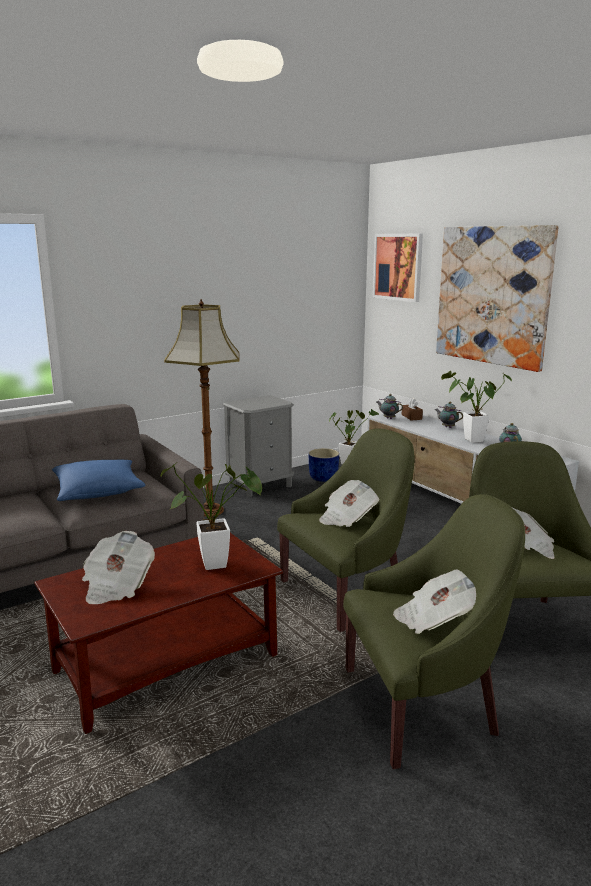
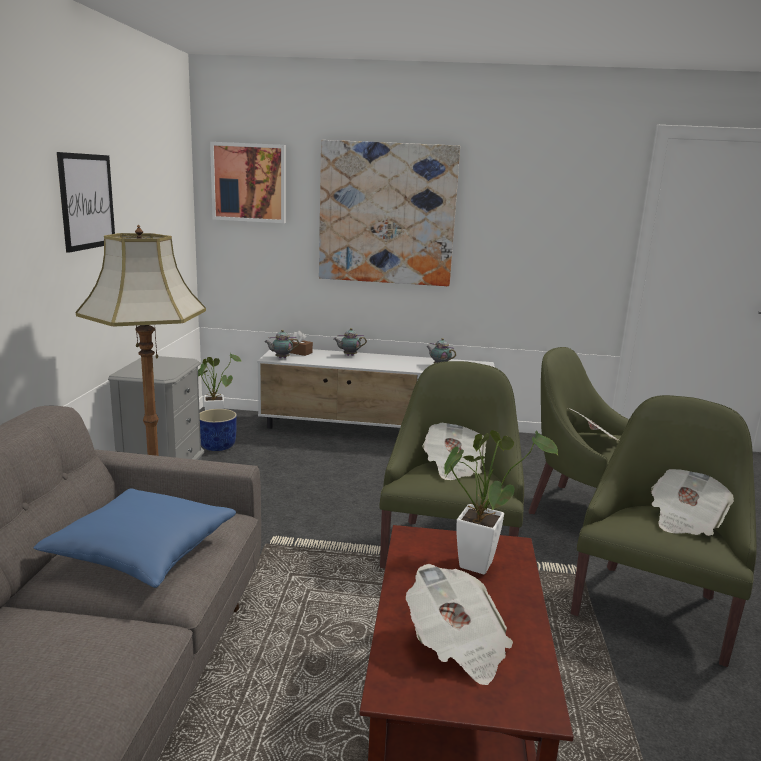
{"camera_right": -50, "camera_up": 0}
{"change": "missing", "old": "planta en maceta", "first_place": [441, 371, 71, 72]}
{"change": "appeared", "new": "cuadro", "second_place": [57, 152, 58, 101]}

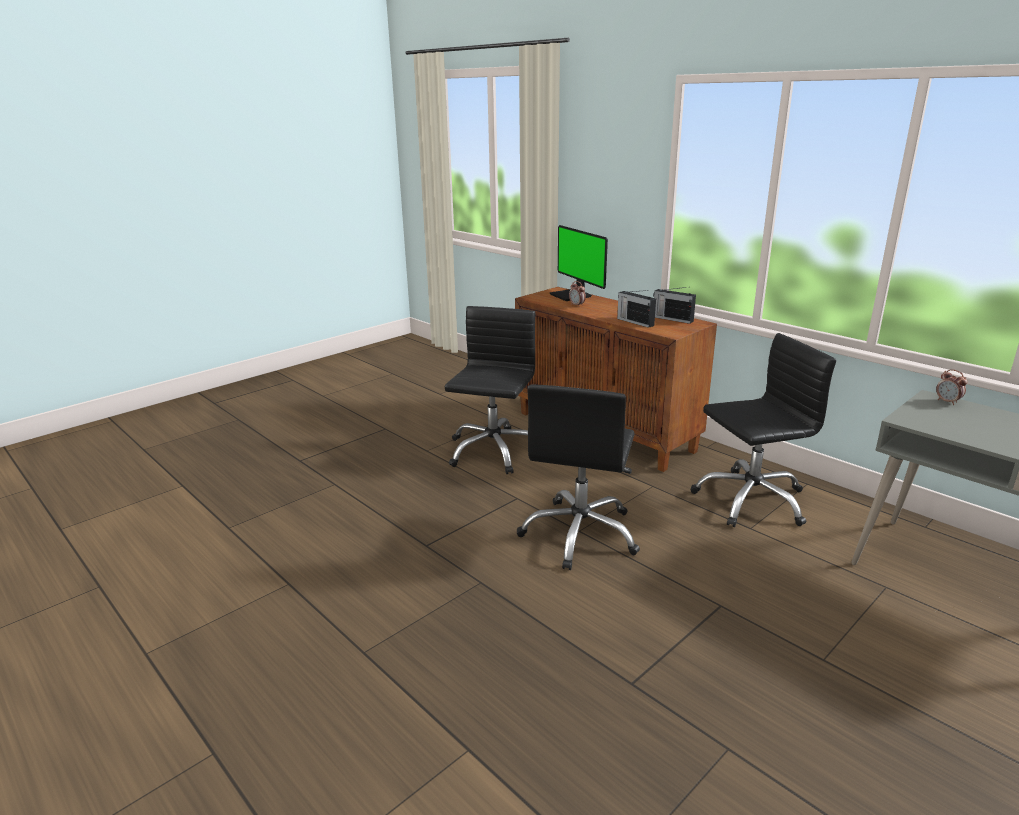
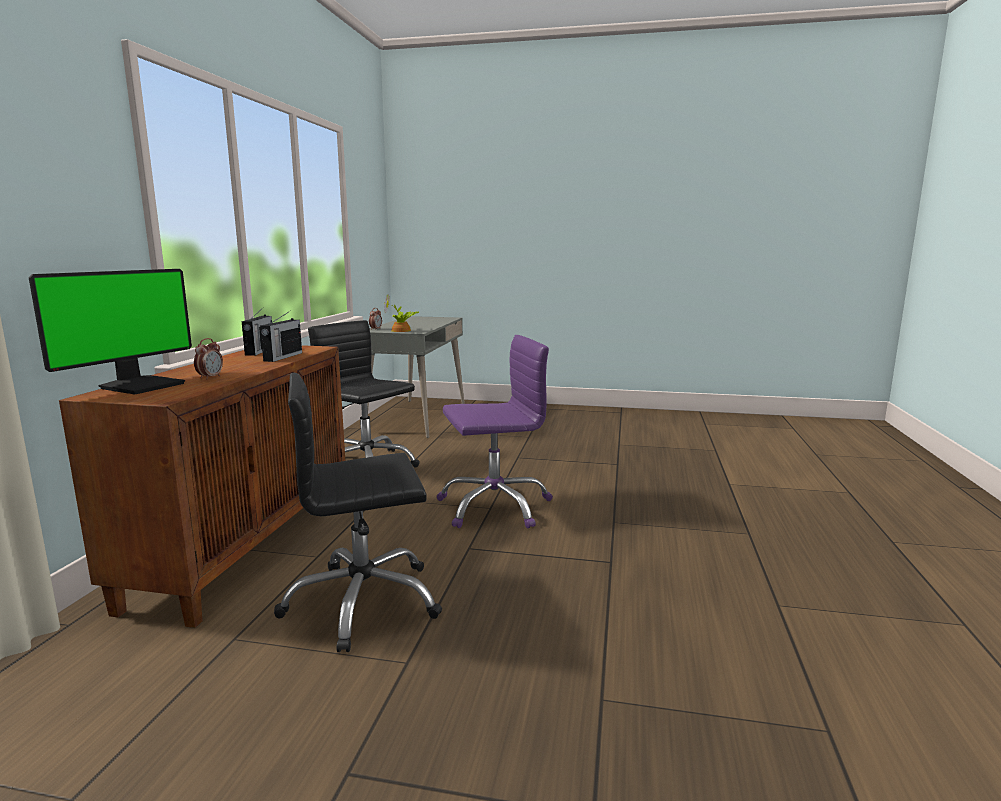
{"camera_right": -125, "camera_up": -10}
{"change": "appeared", "new": "planta en maceta", "second_place": [384, 296, 35, 36]}
{"change": "colour", "old": "silla de oficina/negro", "new": "silla de oficina/morado", "first_place": [517, 384, 123, 186], "second_place": [436, 335, 117, 193]}

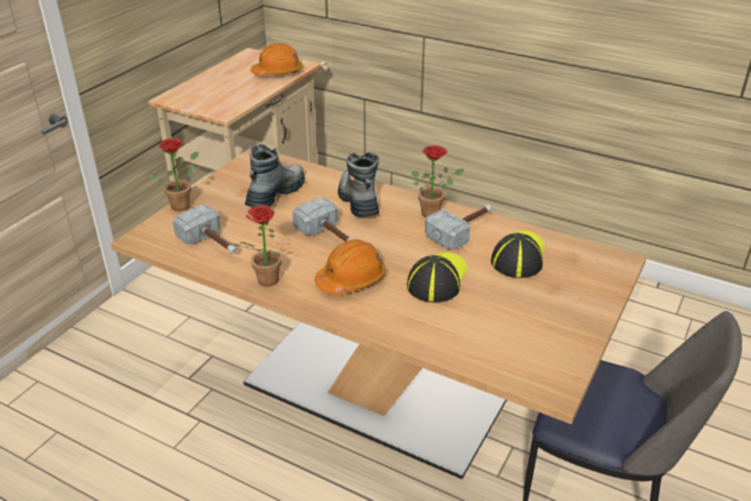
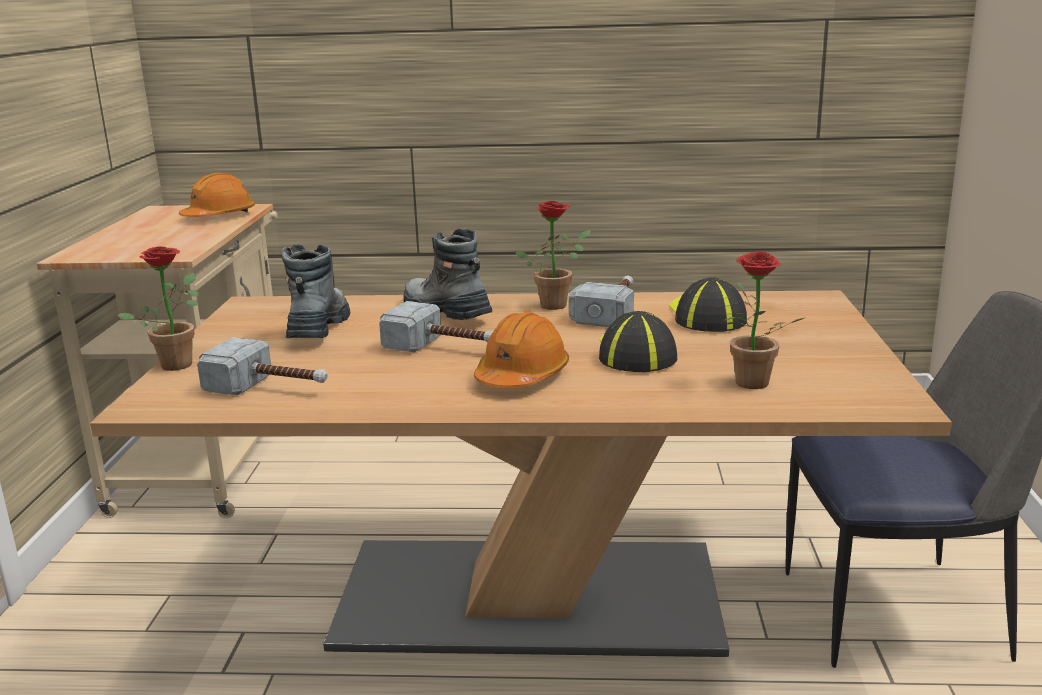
{"camera_right": -25, "camera_up": -15}
{"change": "relocated", "old": "planta en maceta", "first_place": [229, 205, 64, 82], "second_place": [723, 251, 81, 138]}

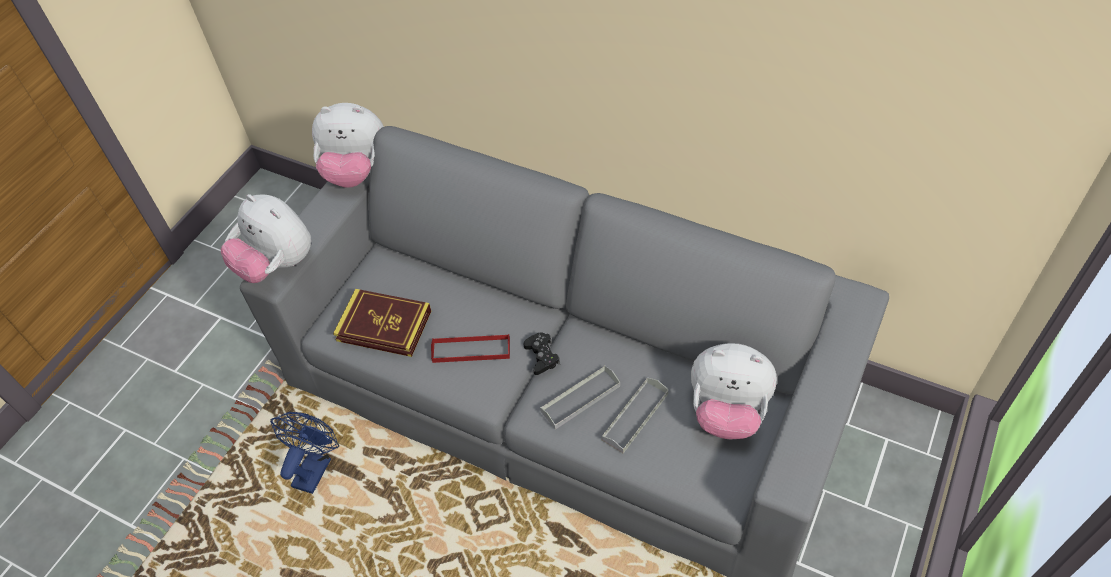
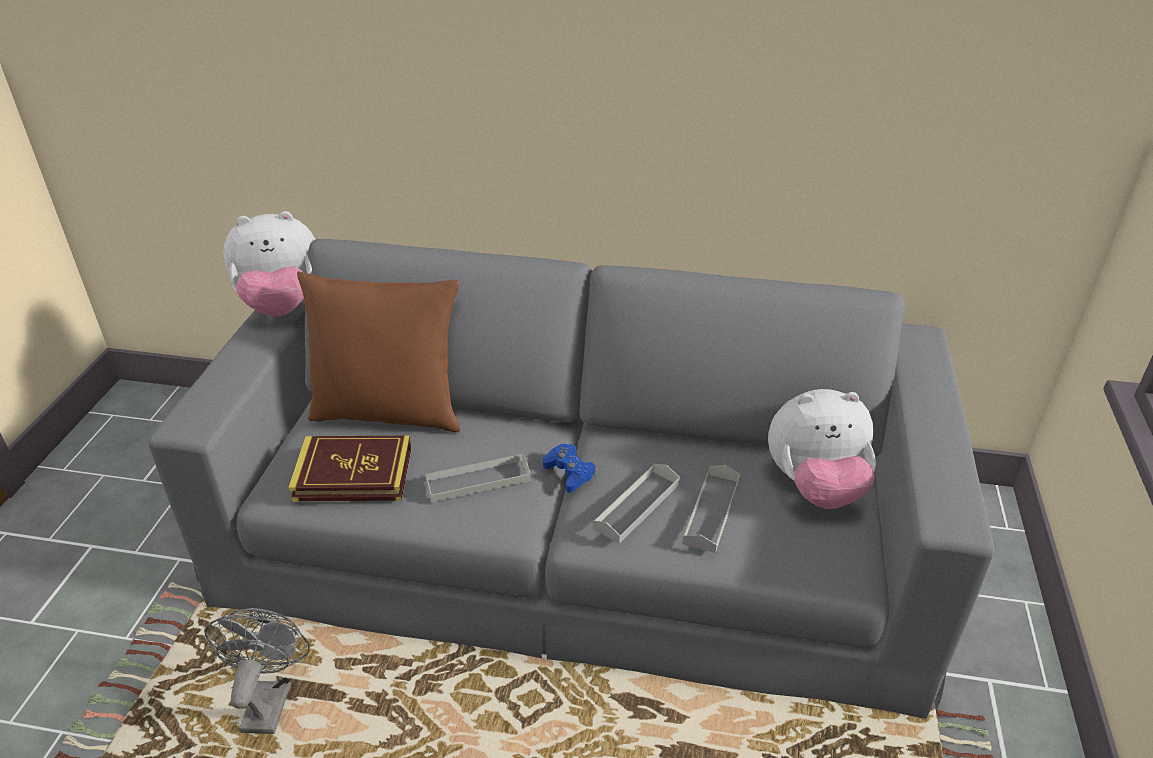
{"camera_right": -20, "camera_up": -15}
{"change": "missing", "old": "peluche", "first_place": [221, 194, 90, 89]}
{"change": "appeared", "new": "cojín/marrón", "second_place": [297, 271, 163, 161]}
{"change": "colour", "old": "ventilador/azul", "new": "ventilador/gris", "first_place": [270, 412, 69, 82], "second_place": [205, 608, 105, 126]}
{"change": "colour", "old": "bandeja/rojo", "new": "bandeja/gris", "first_place": [431, 334, 79, 29], "second_place": [425, 453, 106, 49]}
{"change": "colour", "old": "mando de consola/negro", "new": "mando de consola/azul", "first_place": [524, 332, 36, 43], "second_place": [543, 444, 53, 49]}

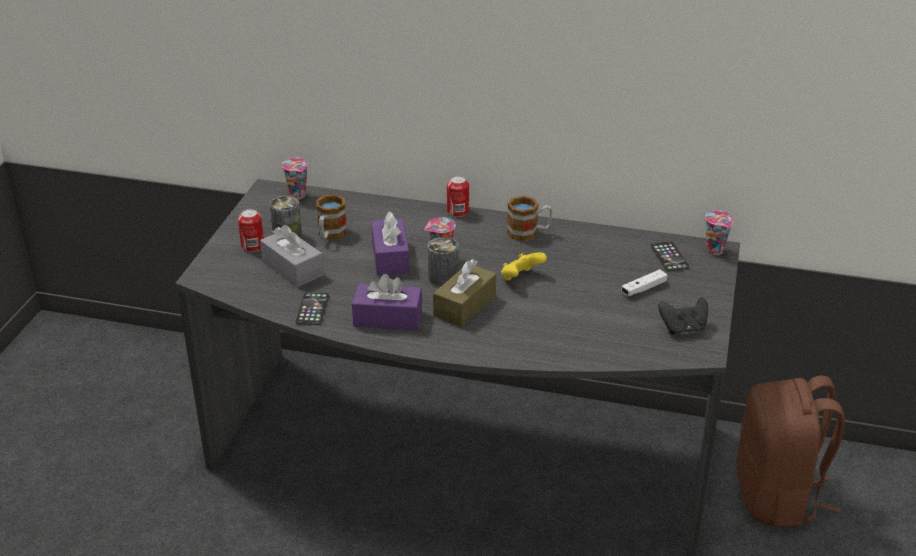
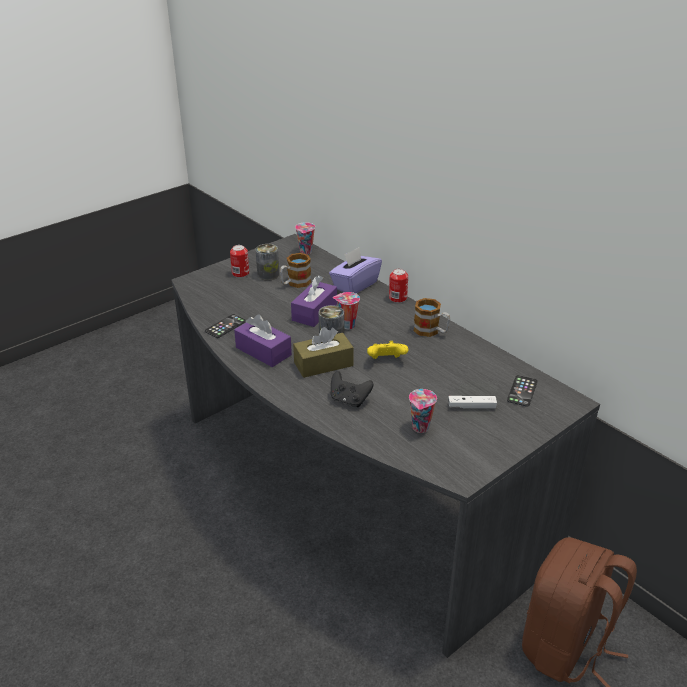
{"camera_right": 35, "camera_up": 0}
{"change": "missing", "old": "caja de pañuelos/gris", "first_place": [260, 225, 64, 63]}
{"change": "appeared", "new": "caja de pañuelos/morado", "second_place": [329, 247, 53, 47]}
{"change": "relocated", "old": "mando de consola/negro", "first_place": [658, 297, 50, 37], "second_place": [331, 371, 42, 36]}
{"change": "relocated", "old": "taza", "first_place": [706, 210, 28, 45], "second_place": [409, 389, 28, 44]}

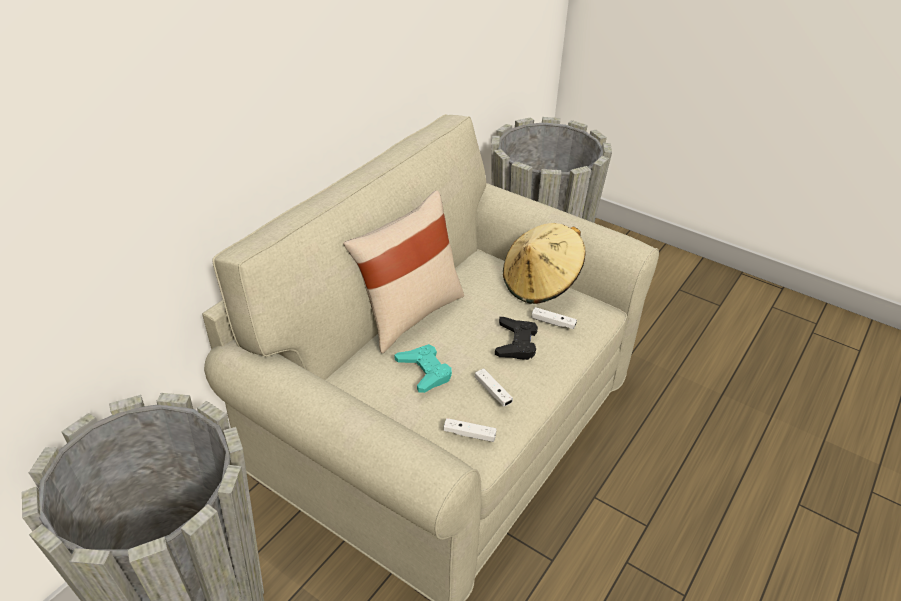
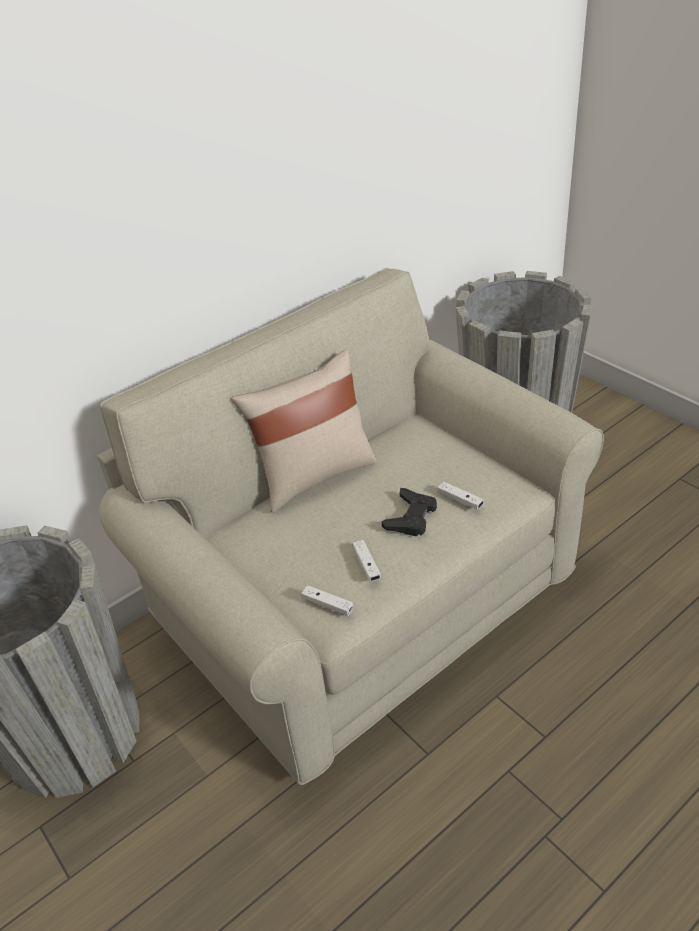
{"camera_right": 20, "camera_up": 0}
{"change": "missing", "old": "mando de consola/turquesa", "first_place": [394, 344, 58, 49]}
{"change": "missing", "old": "sombrero/beis", "first_place": [503, 223, 83, 81]}

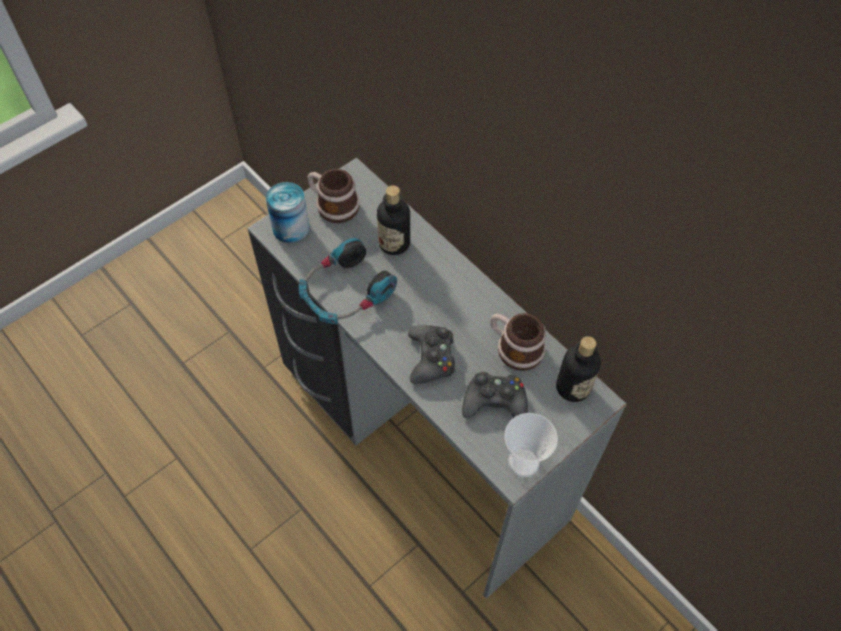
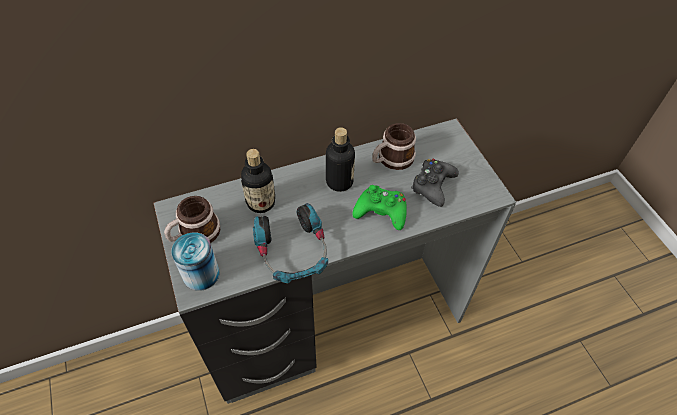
{"camera_right": -70, "camera_up": -5}
{"change": "missing", "old": "taza", "first_place": [504, 413, 54, 64]}
{"change": "relocated", "old": "botella", "first_place": [556, 336, 45, 66], "second_place": [326, 127, 29, 65]}
{"change": "colour", "old": "mando de consola/negro", "new": "mando de consola/verde", "first_place": [408, 325, 48, 59], "second_place": [352, 185, 55, 45]}

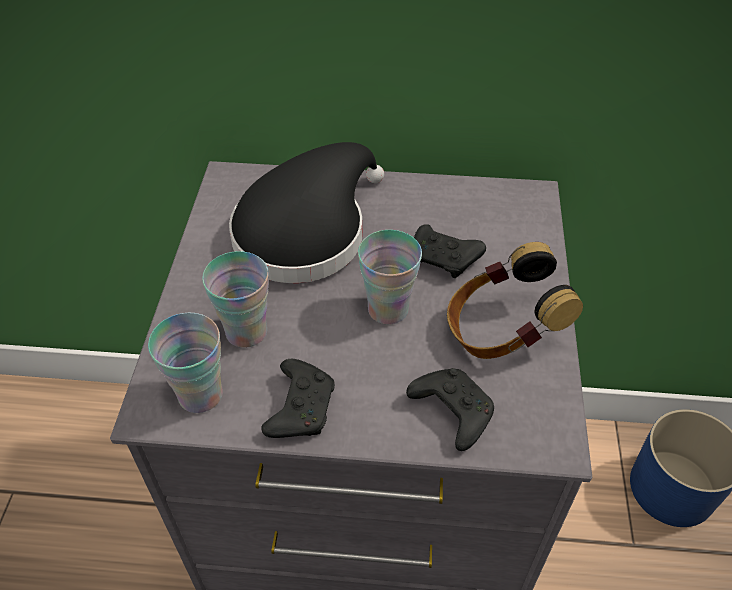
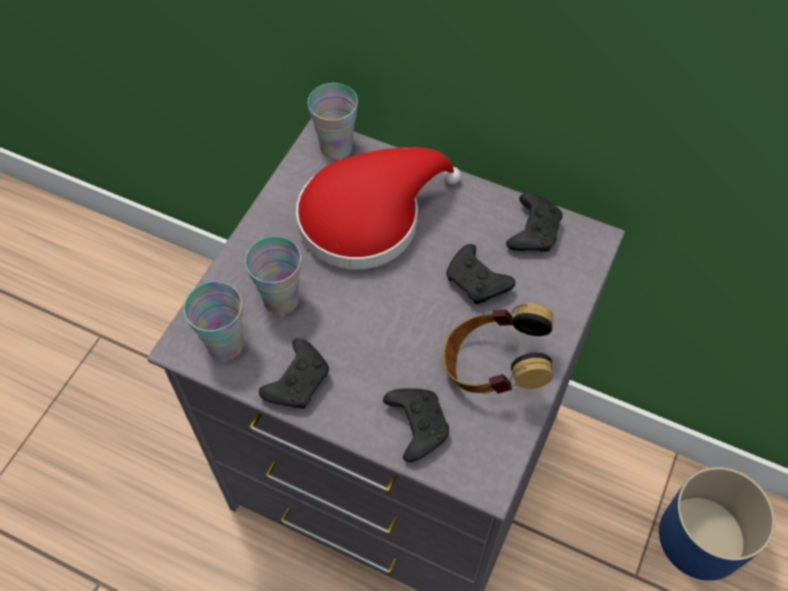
{"camera_right": 20, "camera_up": 10}
{"change": "appeared", "new": "mando de consola/negro", "second_place": [506, 193, 57, 59]}
{"change": "relocated", "old": "taza", "first_place": [358, 230, 64, 94], "second_place": [308, 83, 50, 76]}
{"change": "colour", "old": "sombrero/negro", "new": "sombrero/rojo", "first_place": [229, 142, 155, 141], "second_place": [296, 147, 165, 123]}

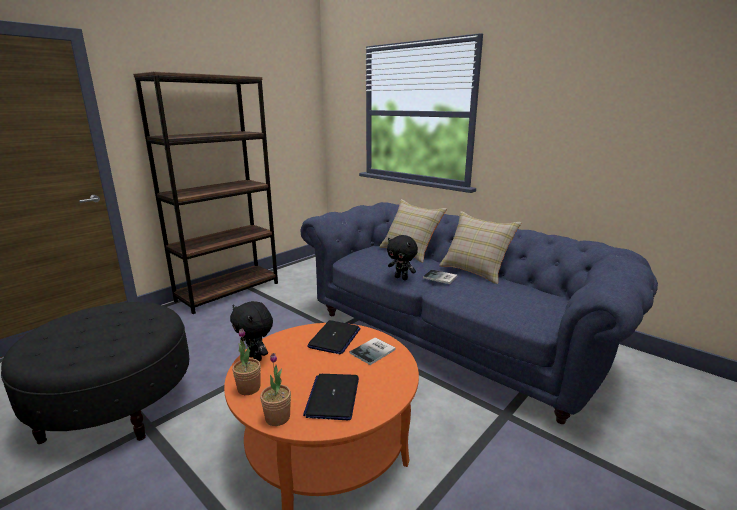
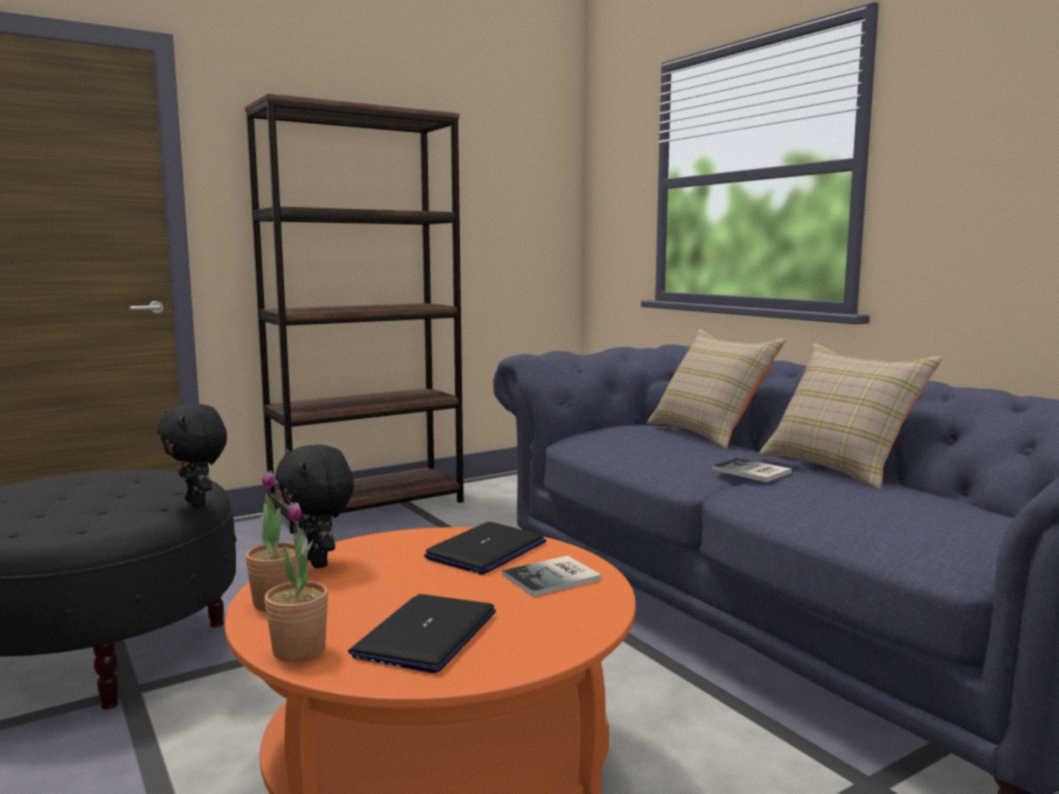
{"camera_right": 15, "camera_up": -10}
{"change": "relocated", "old": "peluche/negro", "first_place": [387, 235, 31, 45], "second_place": [157, 403, 70, 104]}

